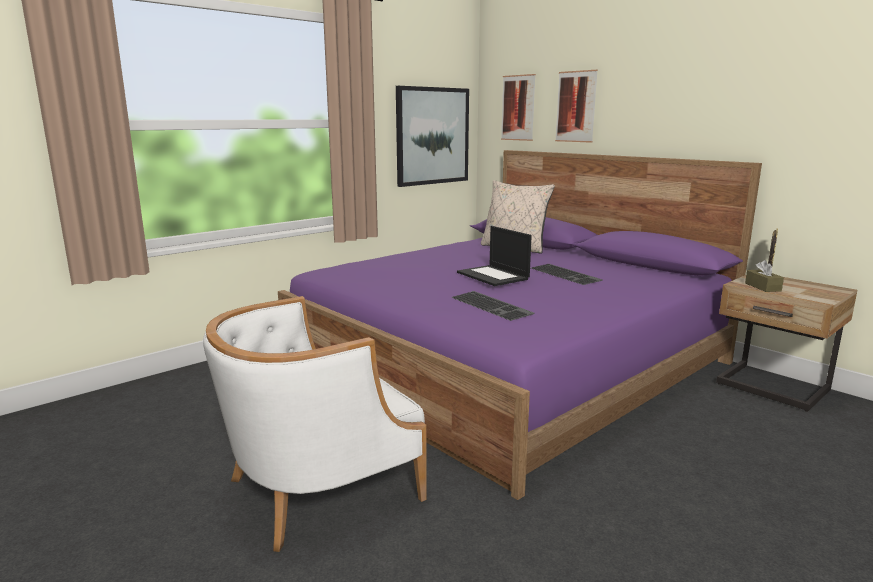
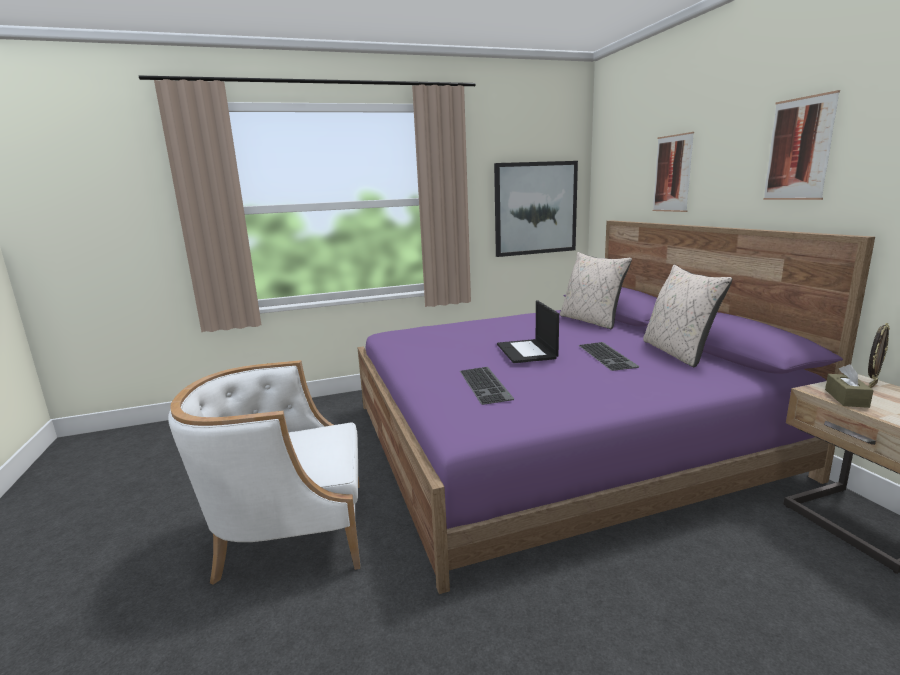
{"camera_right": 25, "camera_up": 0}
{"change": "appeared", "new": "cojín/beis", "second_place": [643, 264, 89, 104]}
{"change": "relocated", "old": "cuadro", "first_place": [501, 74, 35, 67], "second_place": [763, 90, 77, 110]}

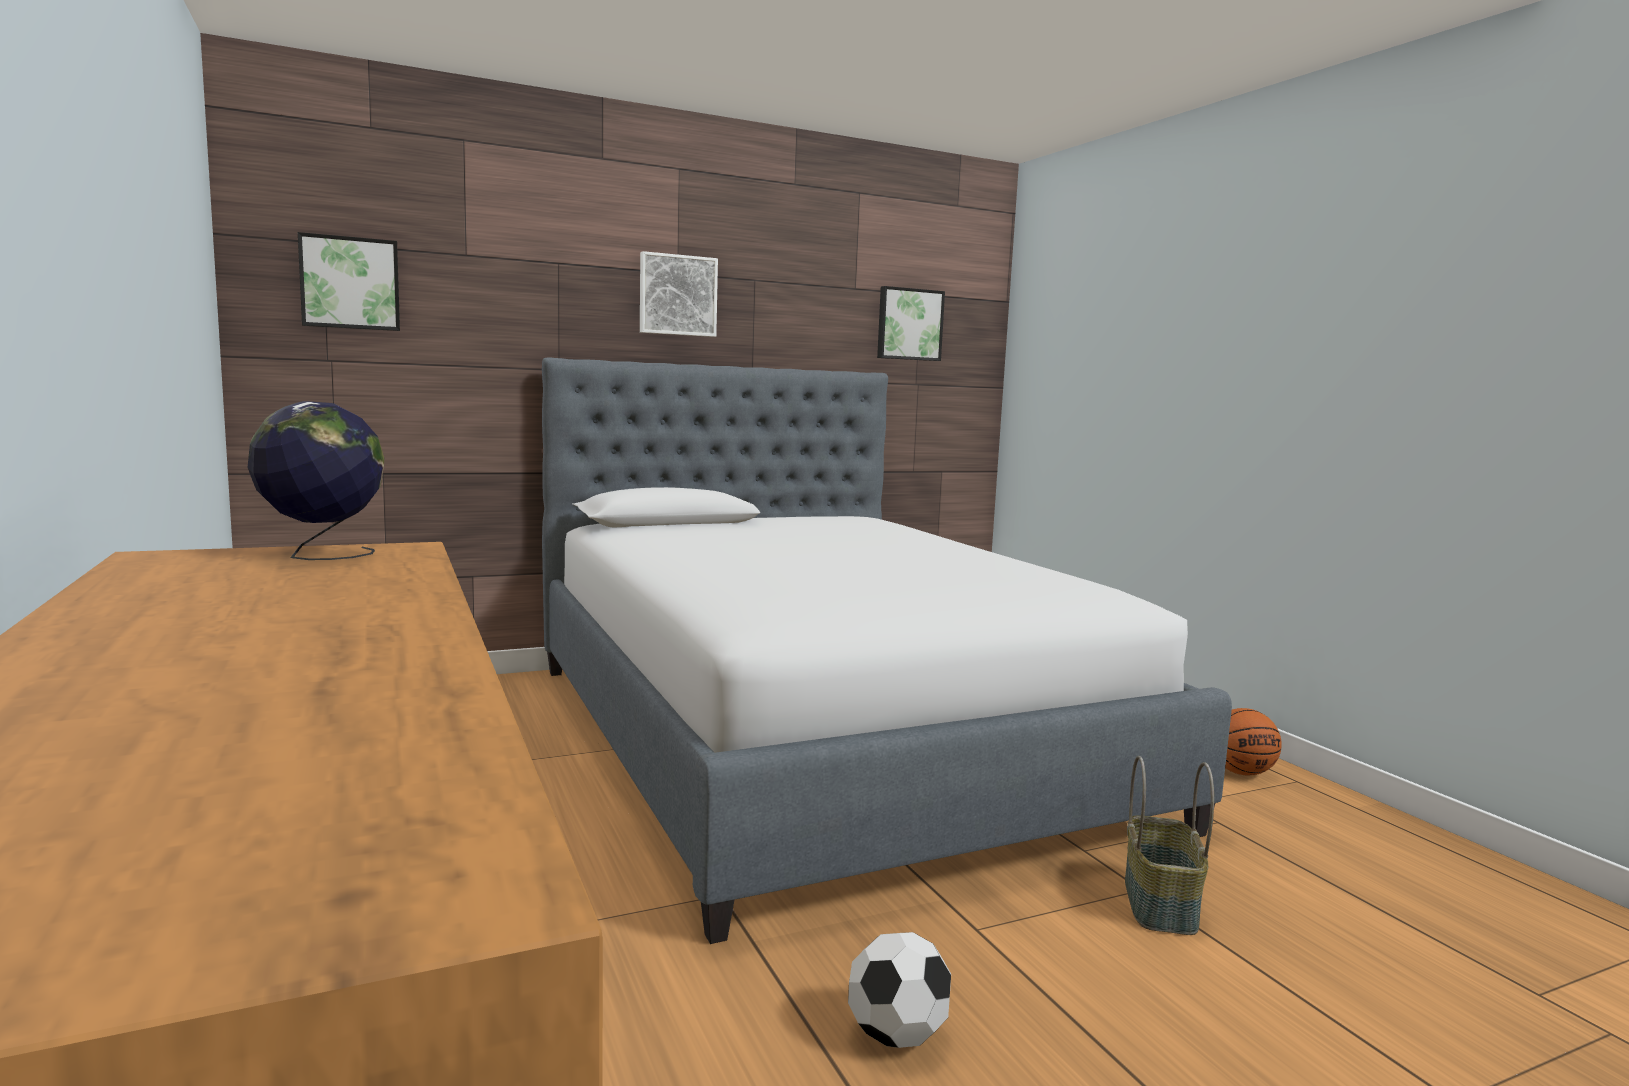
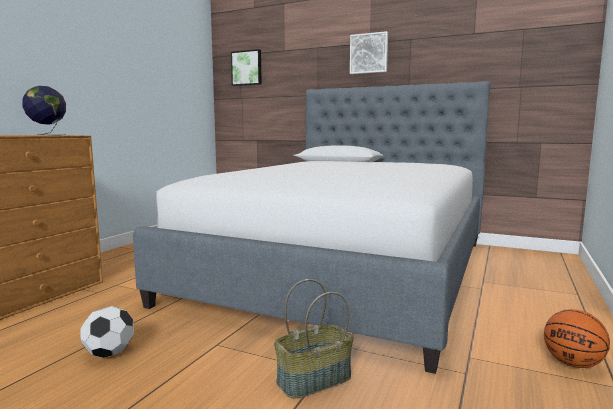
{"camera_right": 50, "camera_up": 0}
{"change": "missing", "old": "cuadro", "first_place": [877, 286, 68, 75]}

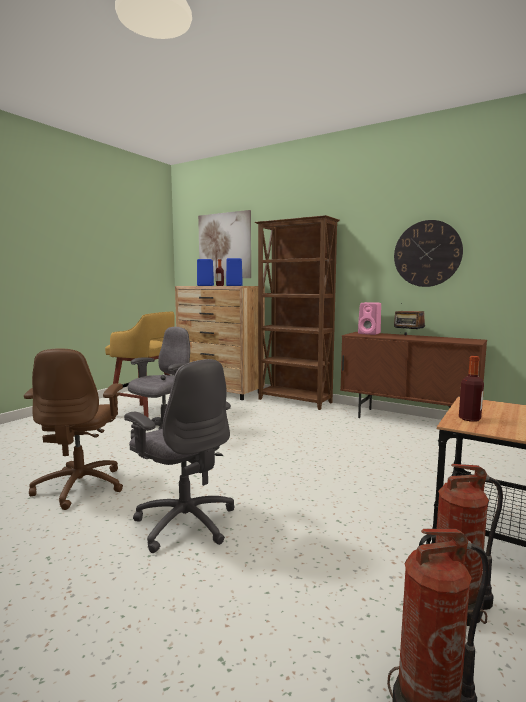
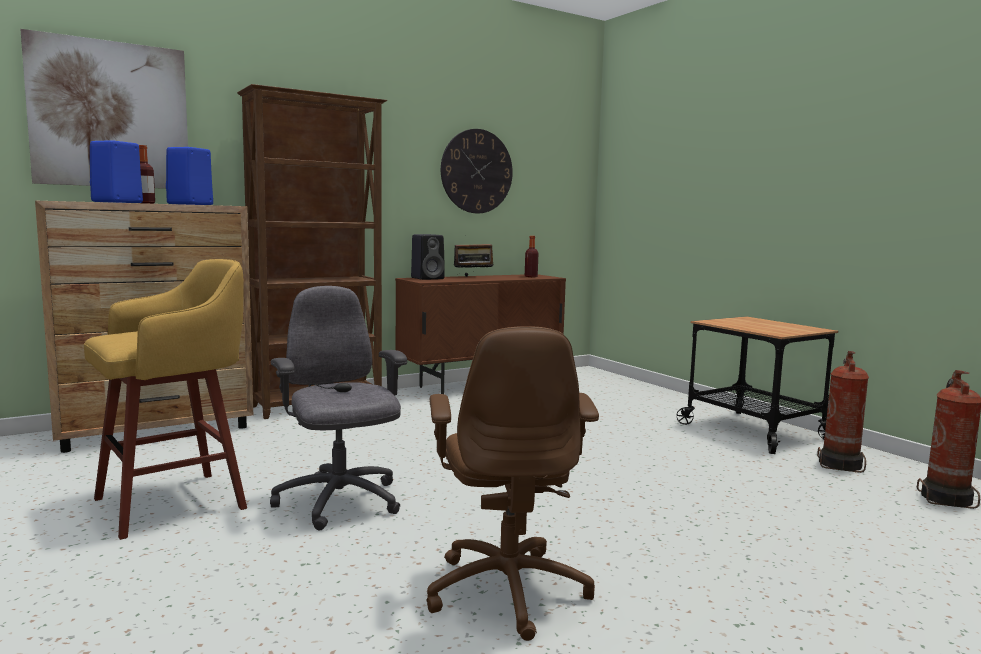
{"camera_right": -65, "camera_up": 0}
{"change": "missing", "old": "silla de oficina/gris", "first_place": [124, 359, 111, 194]}
{"change": "relocated", "old": "botella", "first_place": [459, 356, 25, 66], "second_place": [525, 236, 13, 41]}
{"change": "colour", "old": "altavoz/rosa", "new": "altavoz/negro", "first_place": [358, 302, 23, 33], "second_place": [411, 234, 34, 46]}
{"change": "spun", "old": "silla de oficina/marrón", "first_place": [24, 348, 99, 162], "second_place": [427, 326, 172, 315], "degrees": 60}

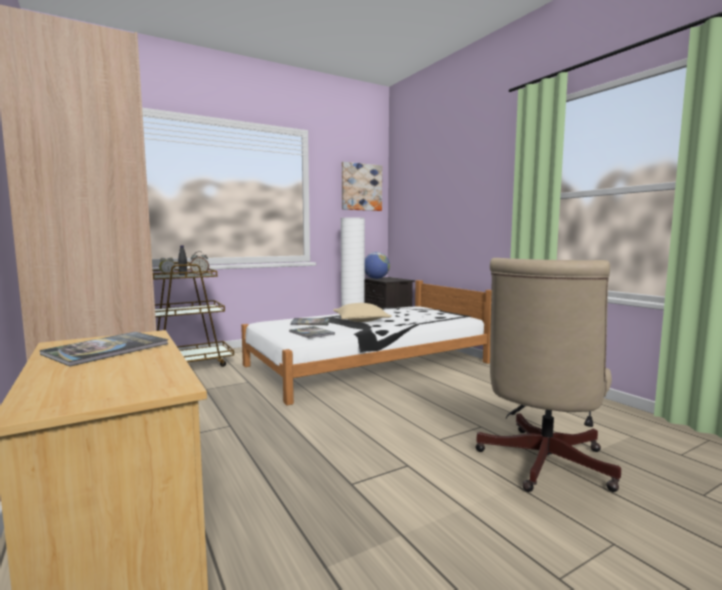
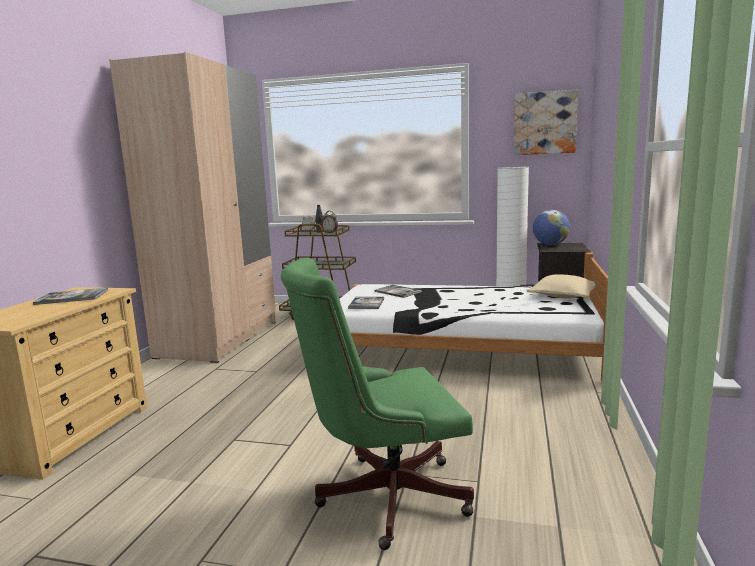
{"camera_right": 45, "camera_up": 5}
{"change": "relocated", "old": "cojín/beis", "first_place": [333, 303, 59, 19], "second_place": [527, 274, 68, 24]}
{"change": "colour", "old": "silla de oficina/beis", "new": "silla de oficina/verde", "first_place": [475, 258, 146, 234], "second_place": [281, 257, 193, 293]}

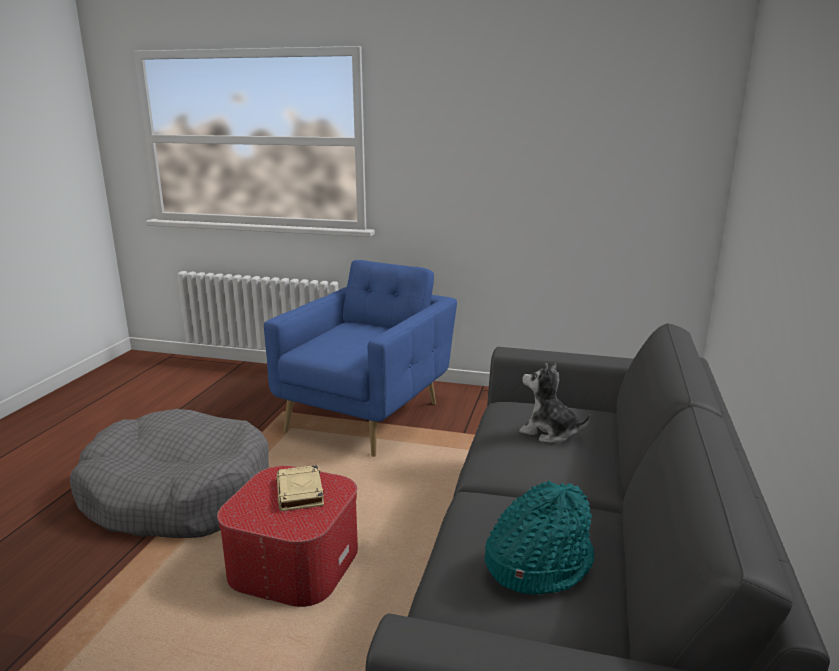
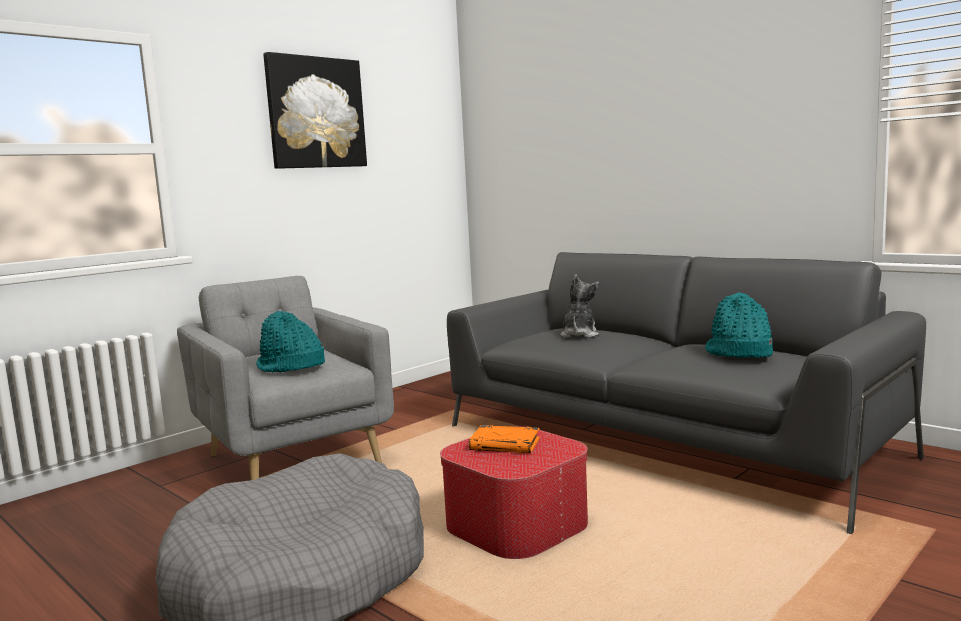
{"camera_right": -60, "camera_up": -10}
{"change": "appeared", "new": "sombrero/turquesa", "second_place": [256, 311, 69, 61]}
{"change": "appeared", "new": "cuadro", "second_place": [263, 52, 104, 117]}
{"change": "colour", "old": "sillón/azul", "new": "sillón/gris", "first_place": [264, 260, 193, 197], "second_place": [177, 276, 217, 204]}
{"change": "colour", "old": "libro/beis", "new": "libro/naranja", "first_place": [276, 465, 48, 46], "second_place": [469, 425, 71, 28]}
{"change": "spun", "old": "peluche", "first_place": [519, 363, 71, 80], "second_place": [561, 274, 38, 64], "degrees": 135}

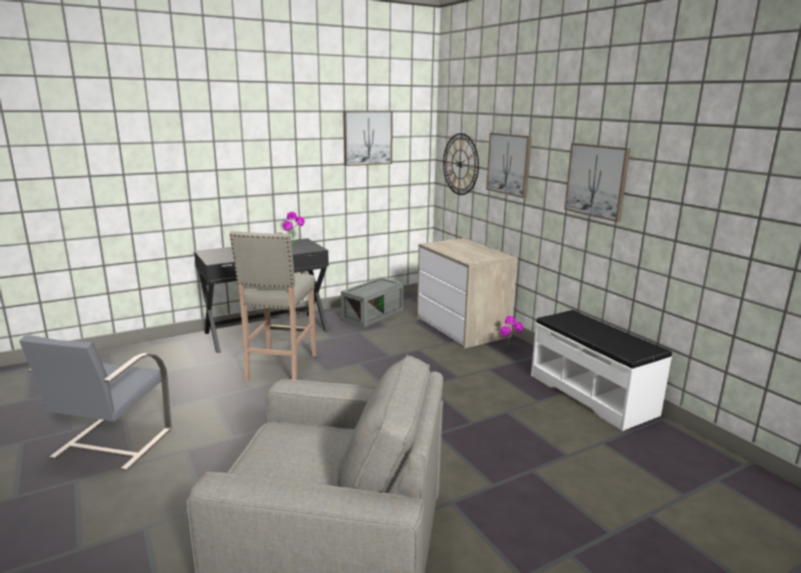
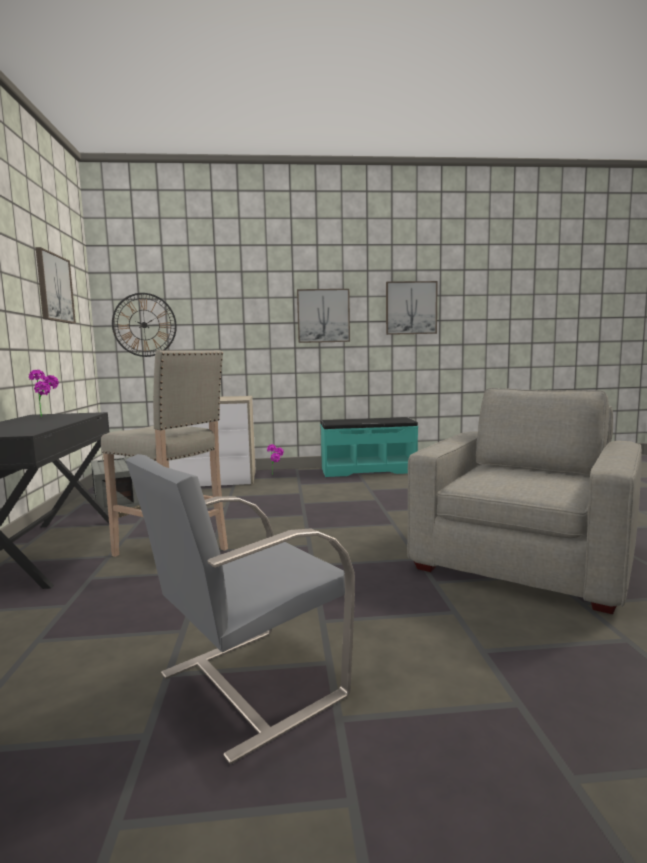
{"camera_right": -65, "camera_up": -10}
{"change": "relocated", "old": "cuadro", "first_place": [486, 133, 46, 65], "second_place": [386, 281, 52, 54]}
{"change": "colour", "old": "banco/blanco", "new": "banco/turquesa", "first_place": [531, 310, 141, 121], "second_place": [320, 417, 98, 60]}
{"change": "spun", "old": "silla/gris", "first_place": [19, 335, 152, 136], "second_place": [126, 454, 229, 310], "degrees": 105}

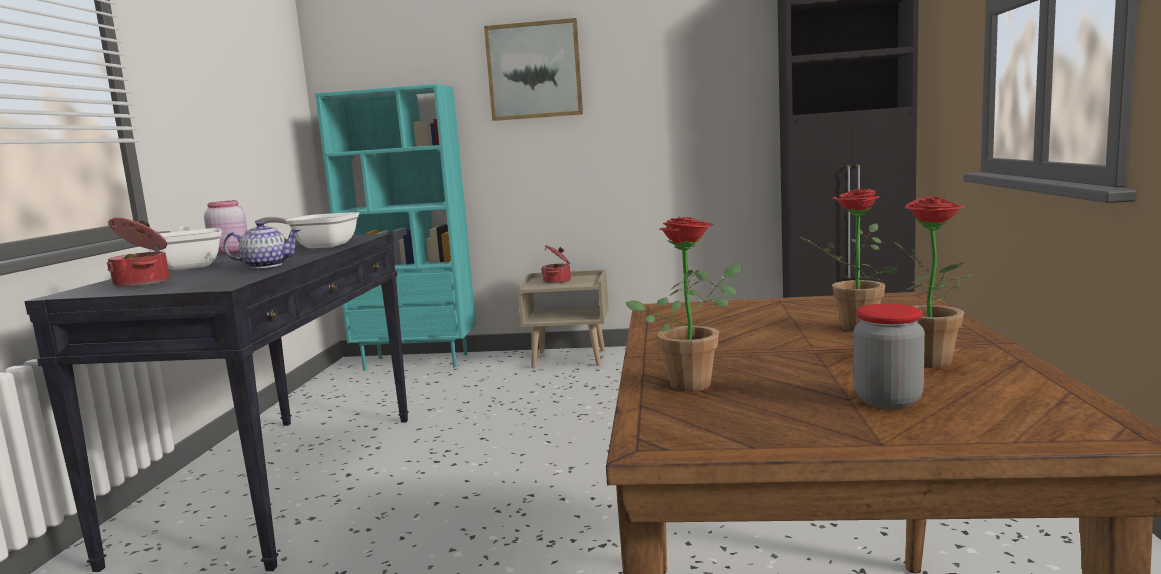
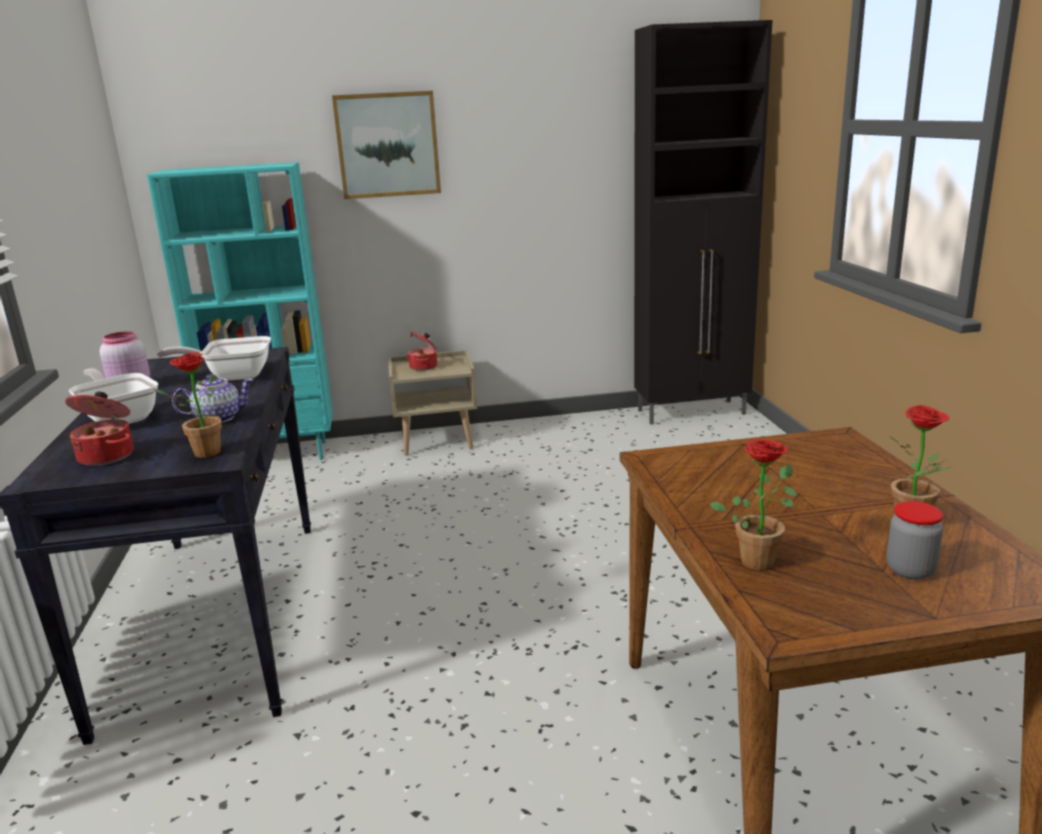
{"camera_right": -15, "camera_up": 10}
{"change": "relocated", "old": "planta en maceta", "first_place": [799, 189, 98, 143], "second_place": [153, 352, 69, 106]}

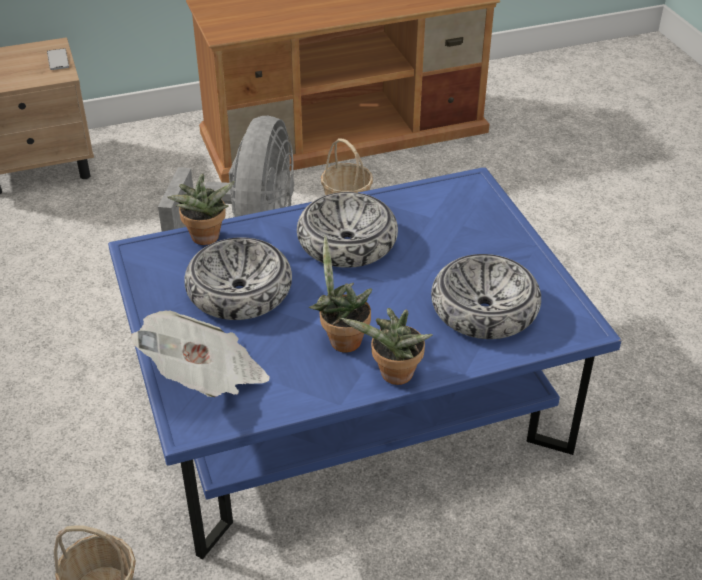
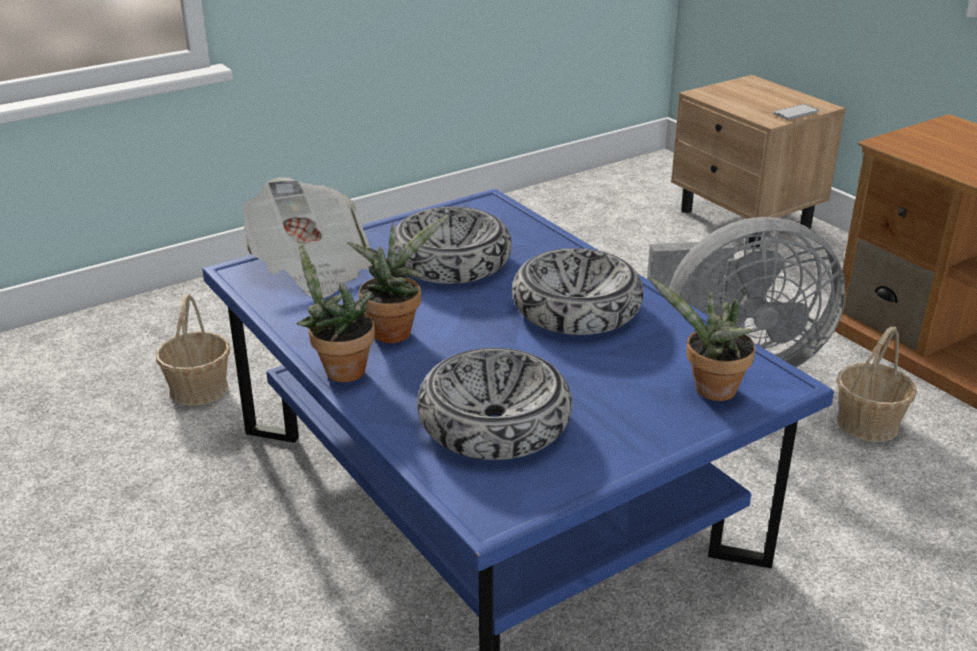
{"camera_right": 75, "camera_up": -10}
{"change": "relocated", "old": "planta en maceta", "first_place": [167, 174, 68, 71], "second_place": [648, 276, 108, 125]}

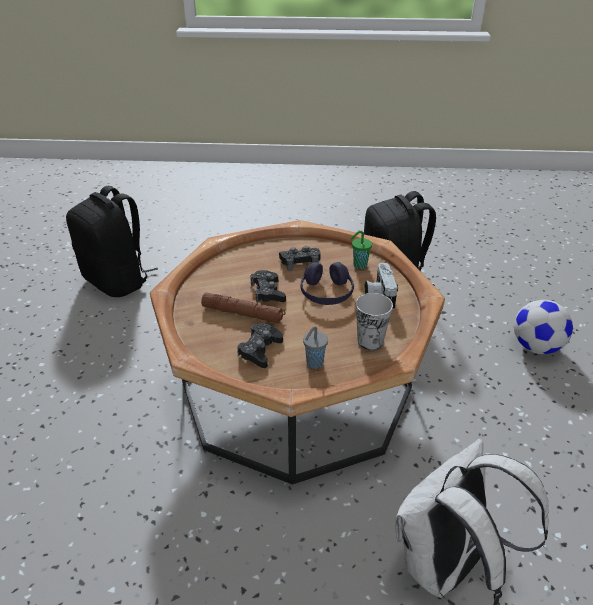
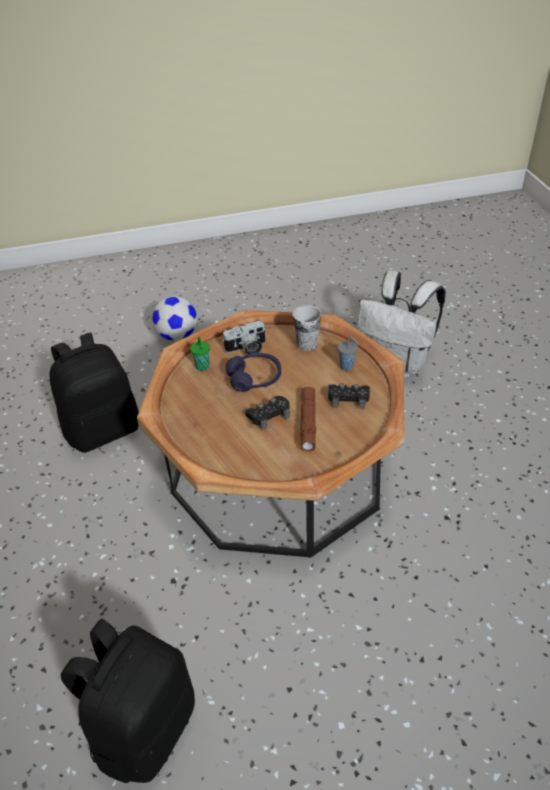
{"camera_right": -105, "camera_up": 5}
{"change": "missing", "old": "mando de consola/negro", "first_place": [279, 246, 42, 25]}

